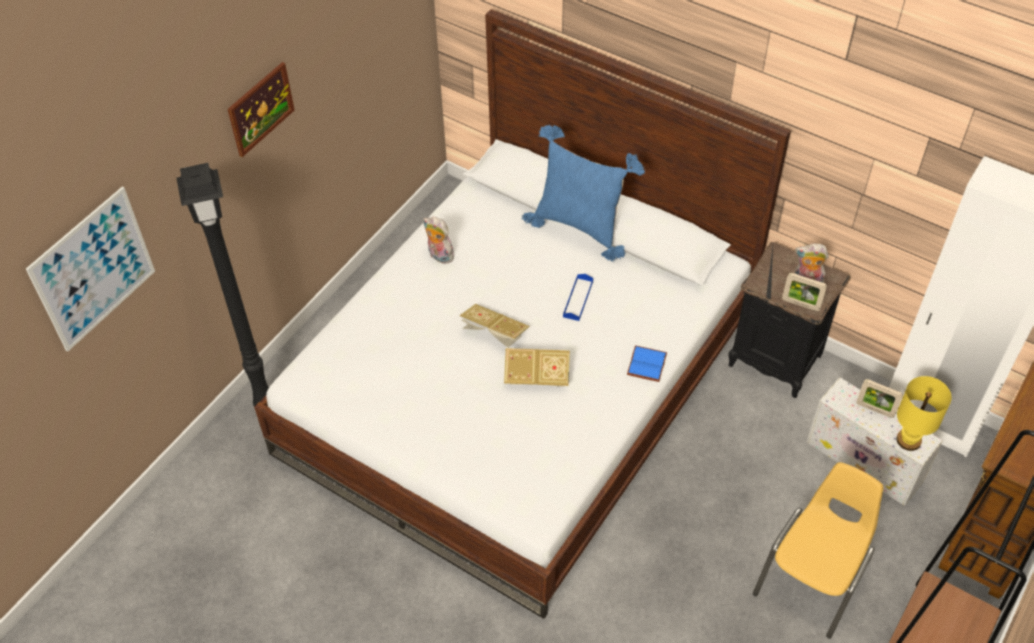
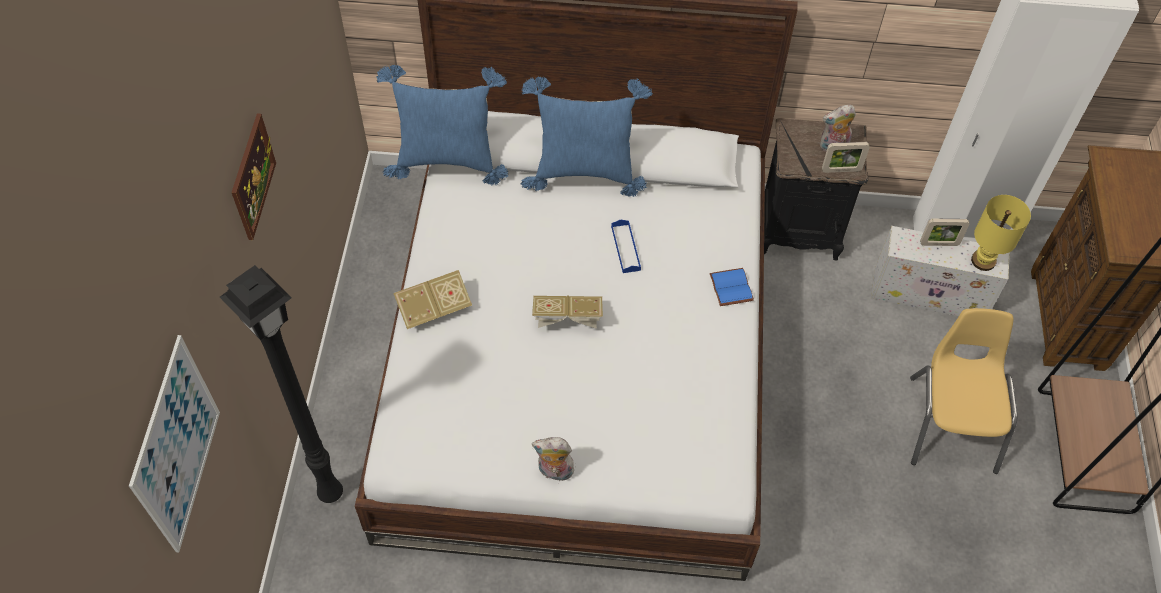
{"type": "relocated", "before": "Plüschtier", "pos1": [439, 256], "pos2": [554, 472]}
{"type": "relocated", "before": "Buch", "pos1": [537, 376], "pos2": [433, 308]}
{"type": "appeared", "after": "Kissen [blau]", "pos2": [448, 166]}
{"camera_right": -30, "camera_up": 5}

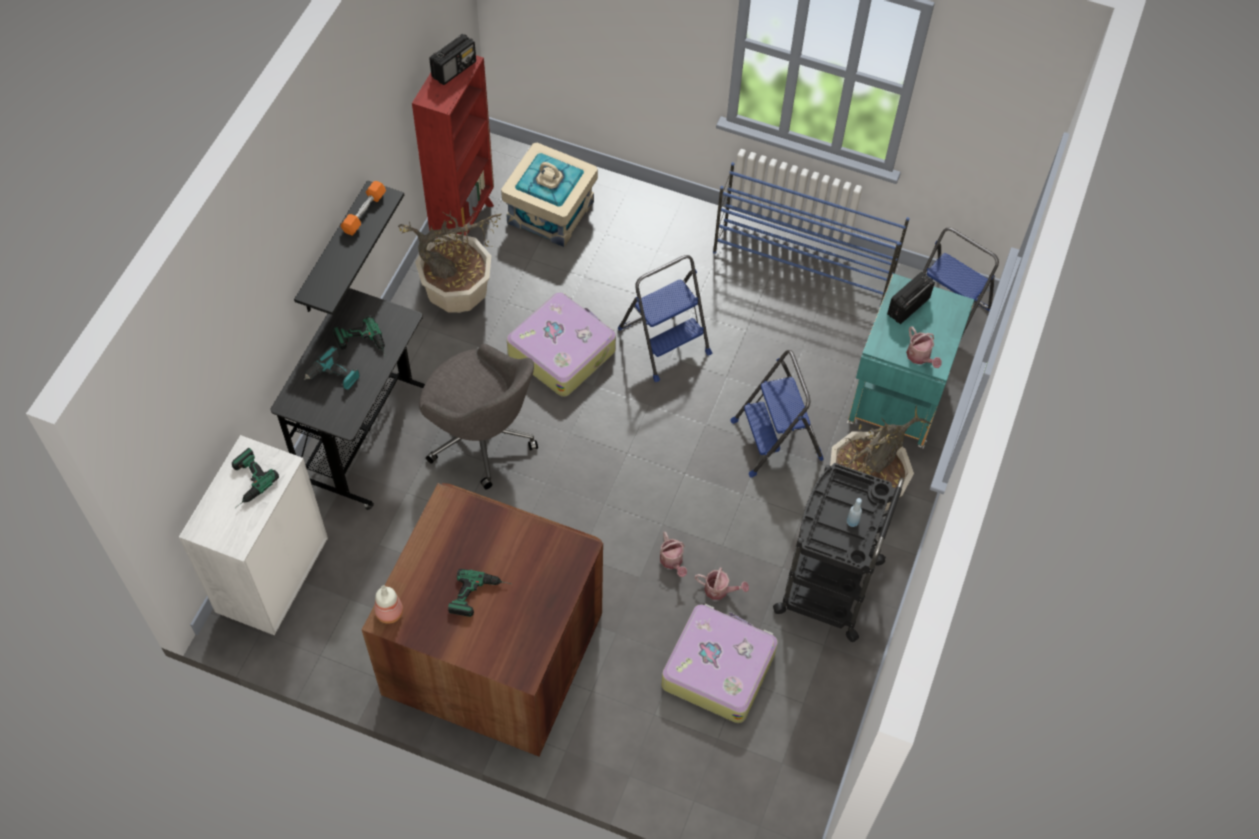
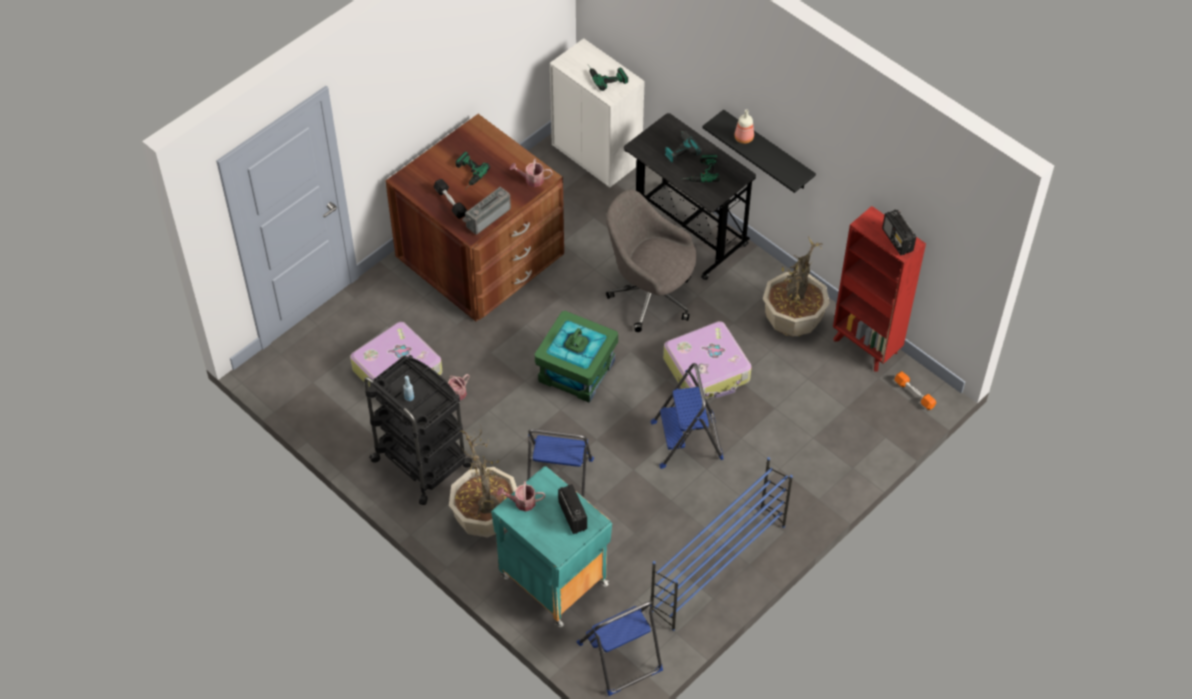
{"type": "relocated", "before": "Hantel [orange]", "pos1": [364, 213], "pos2": [914, 394]}
{"type": "relocated", "before": "Flasche", "pos1": [389, 613], "pos2": [743, 137]}
{"type": "spun", "before": "Bürostuhl [grau]", "pos1": [482, 440], "pos2": [650, 297], "turn": 60}
{"type": "missing", "before": "Aufbewahrungsbox [beige]", "pos1": [551, 212]}
{"type": "relocated", "before": "Gießkanne", "pos1": [672, 562], "pos2": [531, 180]}
{"type": "appeared", "after": "Hantel [schwarz]", "pos2": [450, 202]}
{"type": "appeared", "after": "Radio", "pos2": [486, 216]}
{"type": "appeared", "after": "Aufbewahrungsbox [grün]", "pos2": [576, 371]}
{"camera_right": 115, "camera_up": -5}

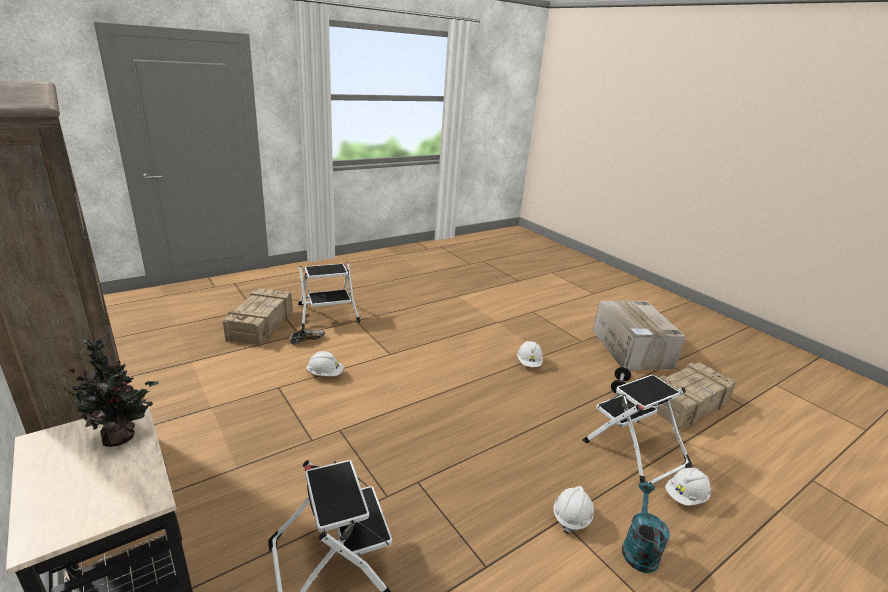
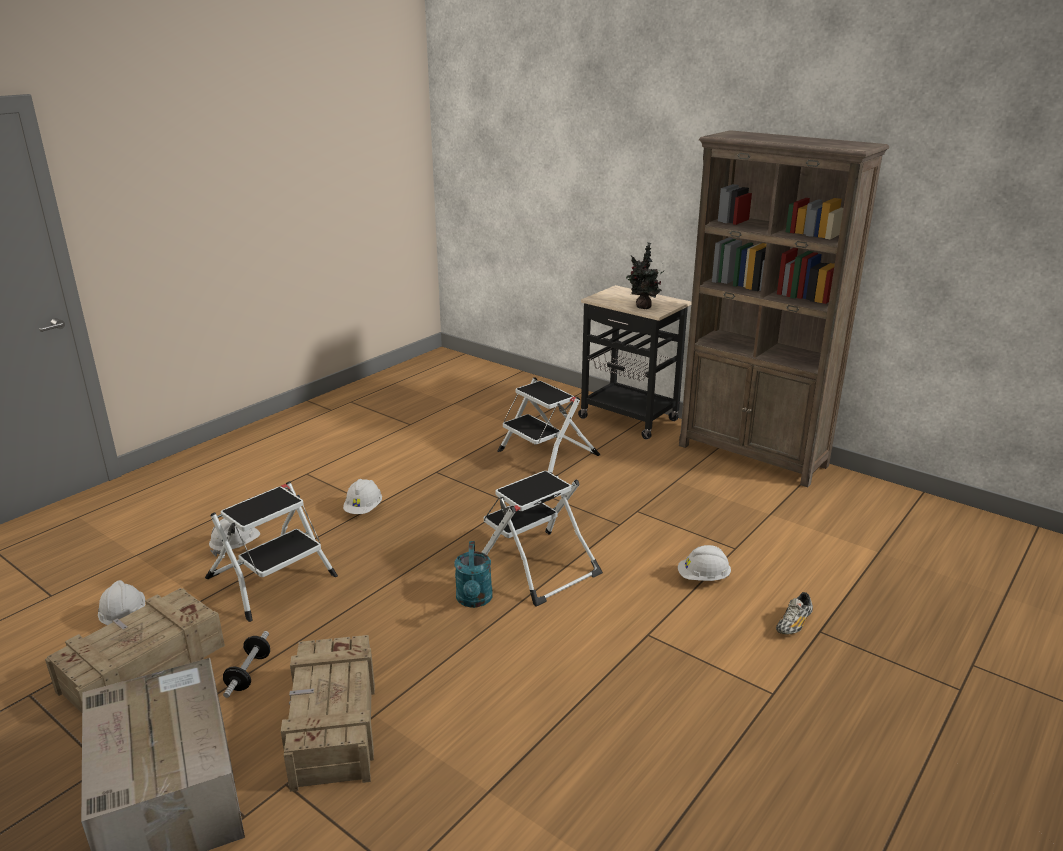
{"type": "relocated", "before": "Kiste", "pos1": [261, 325], "pos2": [333, 725]}
{"type": "relocated", "before": "Trittleiter", "pos1": [327, 313], "pos2": [538, 566]}
{"type": "relocated", "before": "Schutzhelm [weiß]", "pos1": [529, 363], "pos2": [124, 617]}
{"type": "relocated", "before": "Gießkanne [türkis]", "pos1": [639, 548], "pos2": [474, 600]}
{"camera_right": 165, "camera_up": 0}

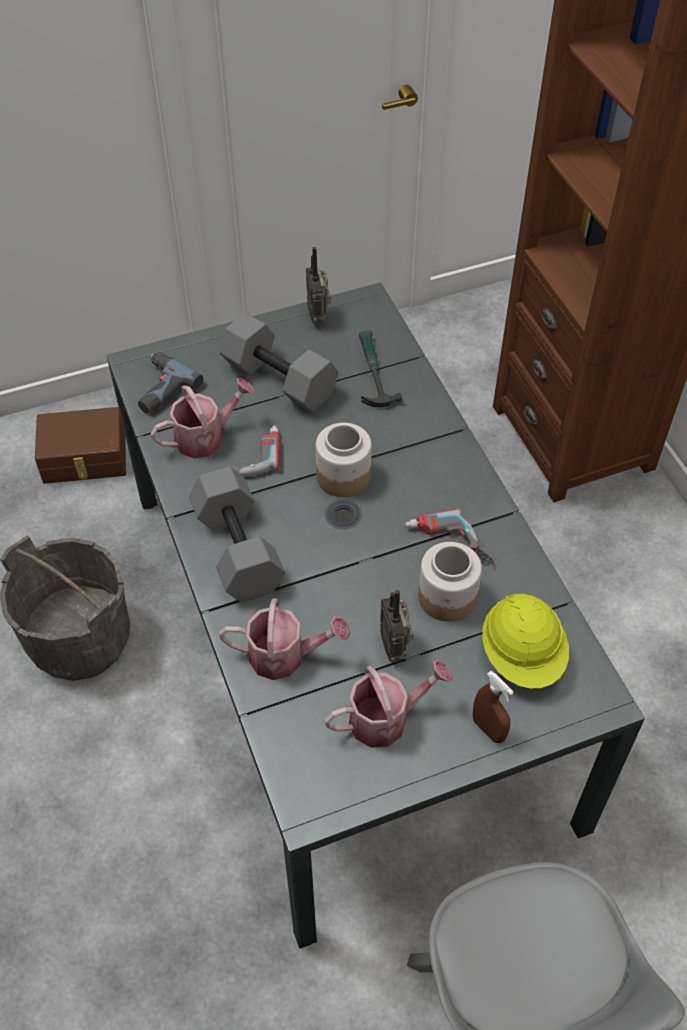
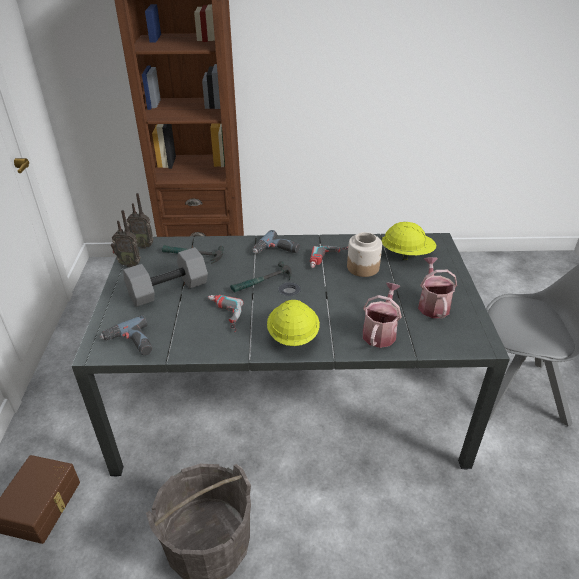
{"type": "missing", "before": "Gießkanne", "pos1": [206, 437]}
{"type": "exchanged", "before": "Hantel [grau]", "after": "Schutzhelm [gelb]", "pos1": [235, 549], "pos2": [292, 336]}
{"type": "exchanged", "before": "Vorratsglas", "after": "Hammer", "pos1": [342, 476], "pos2": [262, 282]}
{"type": "relocated", "before": "Radio", "pos1": [395, 647], "pos2": [143, 245]}
{"type": "missing", "before": "Sprühflasche [braun]", "pos1": [488, 729]}
{"type": "appeared", "after": "Bohrmaschine", "pos2": [276, 251]}
{"camera_right": -70, "camera_up": -15}

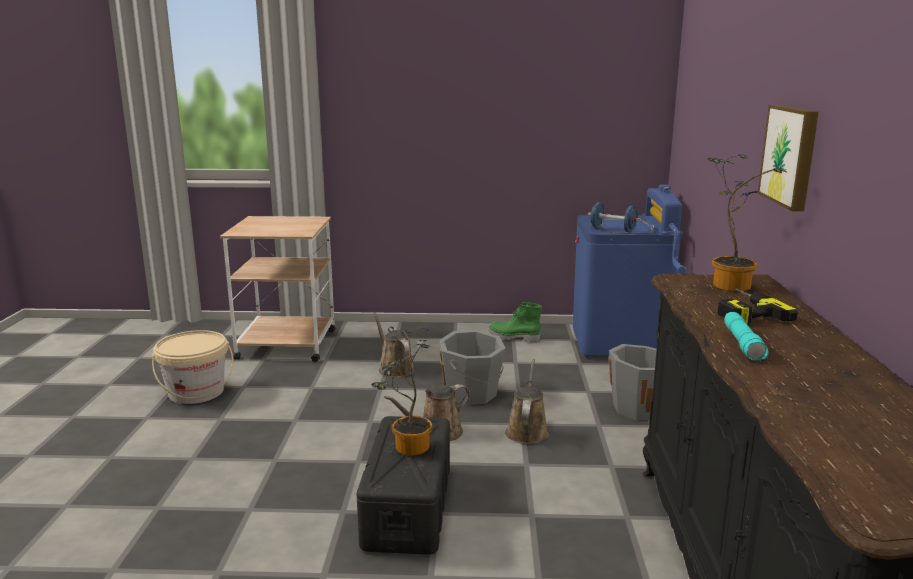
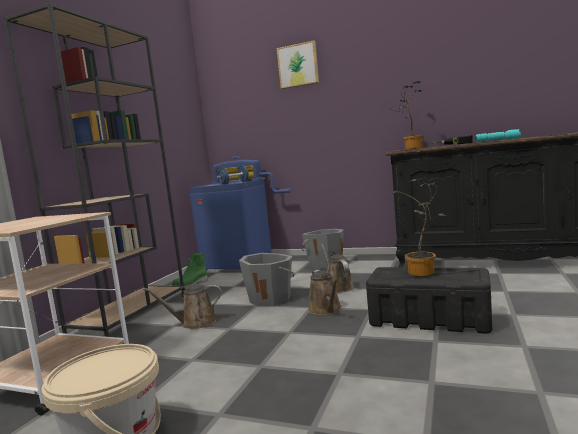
{"type": "spun", "before": "Gießkanne [braun]", "pos1": [527, 431], "pos2": [338, 287], "turn": 45}
{"type": "relocated", "before": "Bild", "pos1": [791, 155], "pos2": [298, 65]}
{"type": "appeared", "after": "Bücherregal", "pos2": [130, 314]}
{"camera_right": -70, "camera_up": -10}

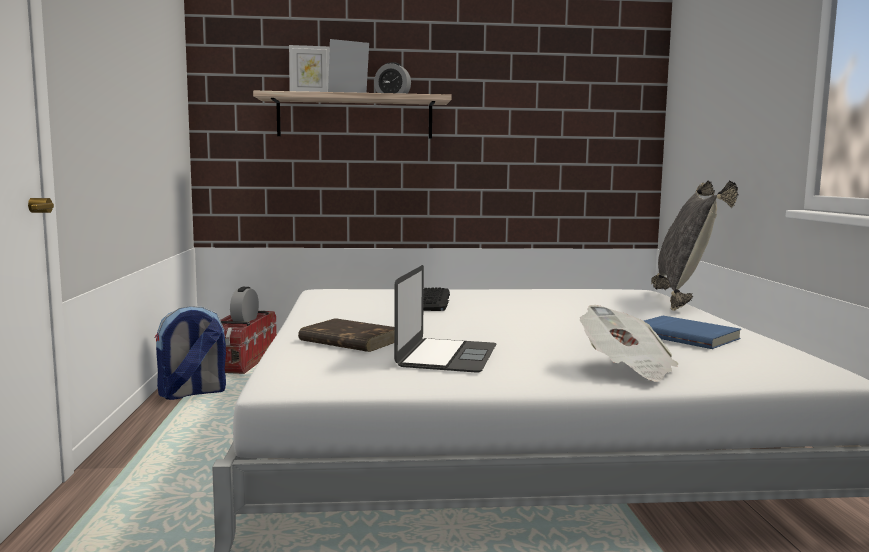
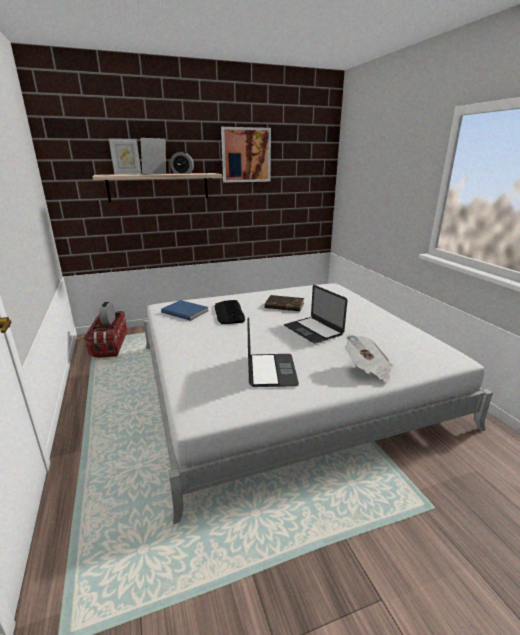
{"type": "missing", "before": "Rucksack", "pos1": [192, 393]}
{"type": "relocated", "before": "Buch [braun]", "pos1": [349, 341], "pos2": [284, 305]}
{"type": "relocated", "before": "Buch [blau]", "pos1": [686, 335], "pos2": [185, 311]}
{"type": "missing", "before": "Kissen", "pos1": [687, 302]}
{"type": "appeared", "after": "Bild", "pos2": [246, 155]}
{"type": "appeared", "after": "Laptop", "pos2": [313, 330]}
{"camera_right": -15, "camera_up": 15}

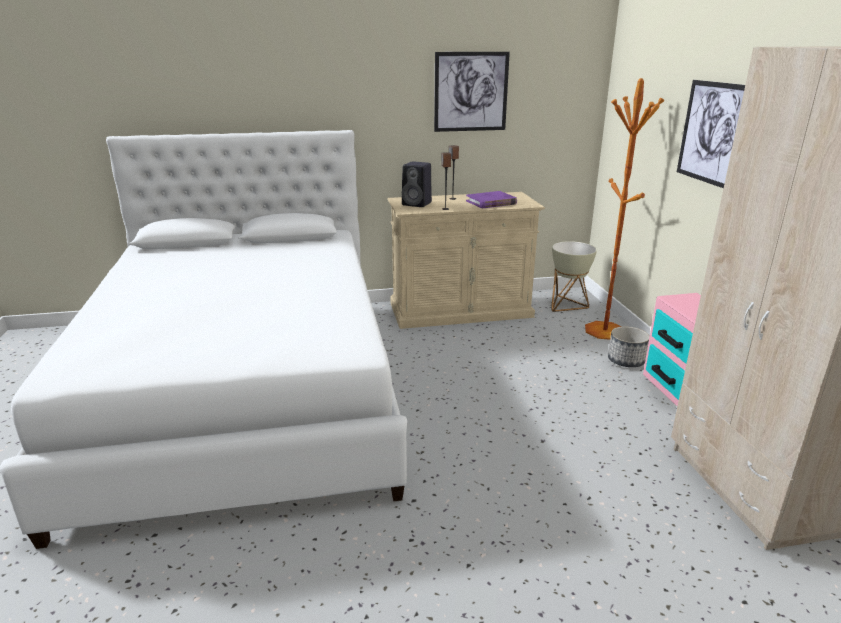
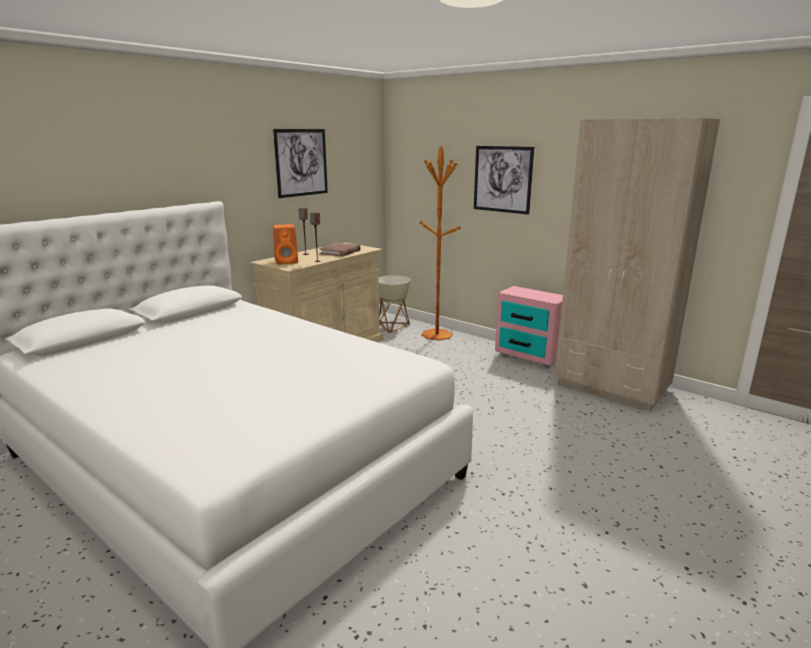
{"type": "colour", "before": "Lautsprecher [schwarz]", "after": "Lautsprecher [orange]", "pos1": [417, 204], "pos2": [287, 262]}
{"type": "colour", "before": "Buch [lila]", "after": "Buch [braun]", "pos1": [491, 202], "pos2": [340, 252]}
{"type": "missing", "before": "Pflanzkübel", "pos1": [626, 360]}
{"camera_right": -40, "camera_up": -5}

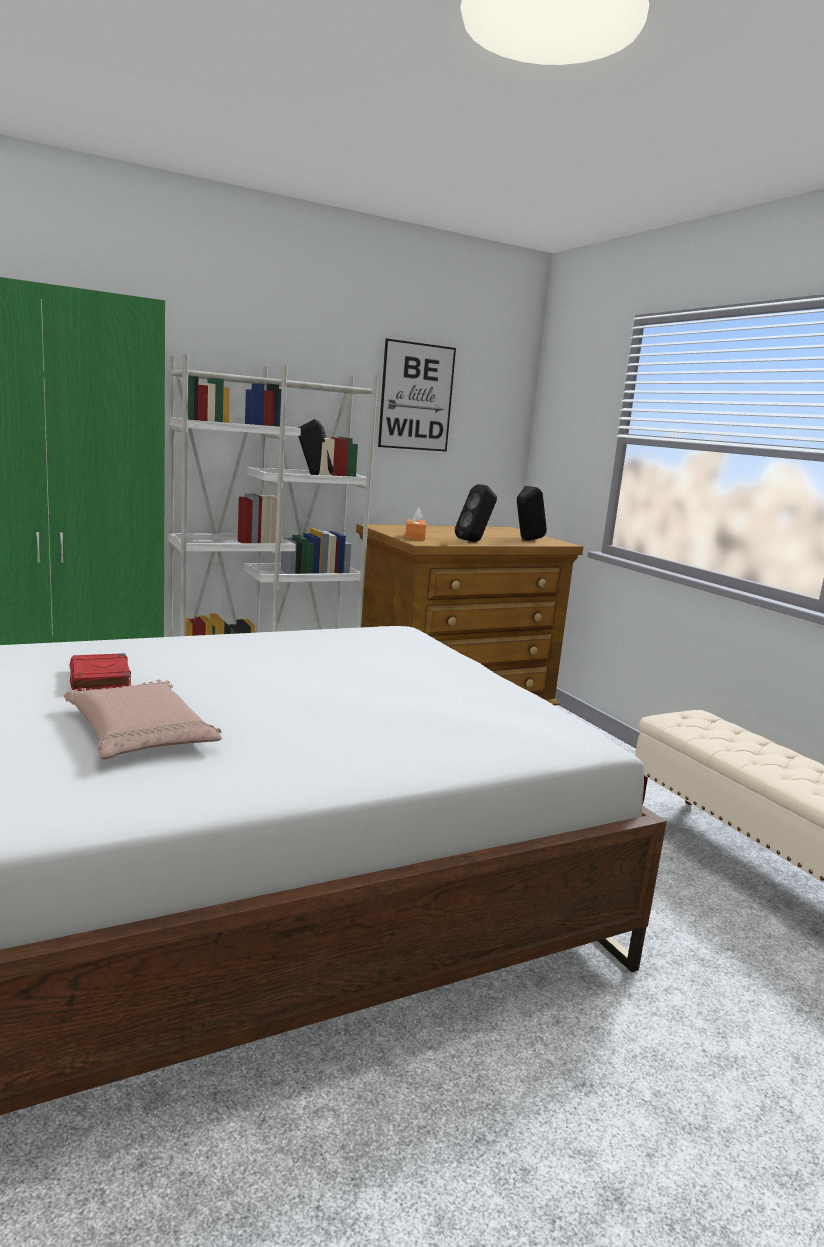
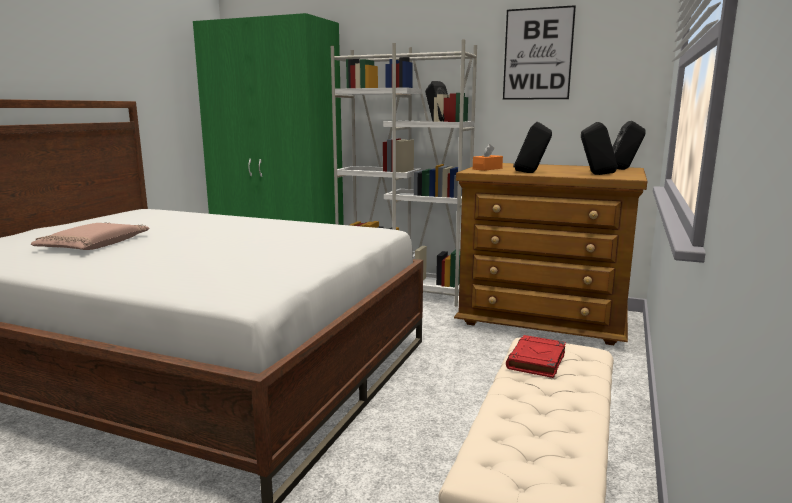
{"type": "relocated", "before": "Buch [rot]", "pos1": [100, 678], "pos2": [536, 361]}
{"type": "appeared", "after": "Lautsprecher [schwarz]", "pos2": [623, 169]}
{"camera_right": 50, "camera_up": 0}

